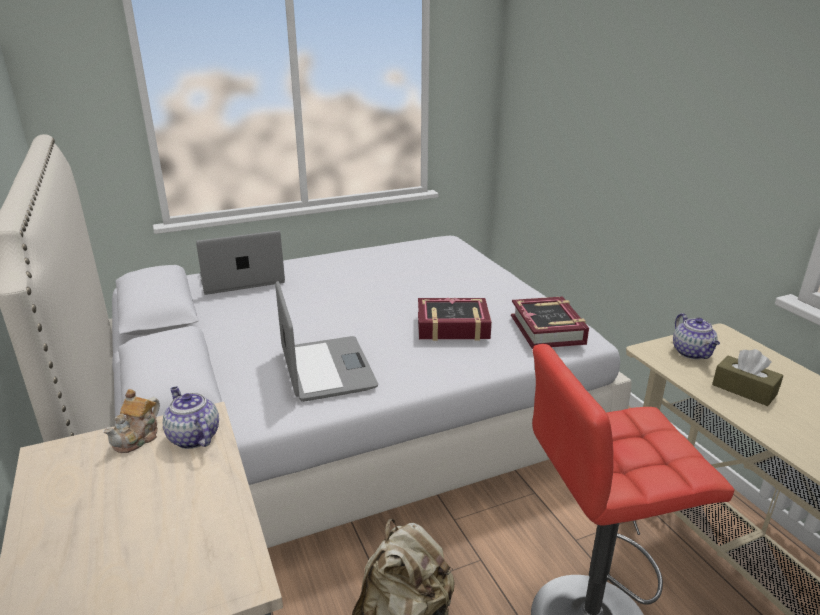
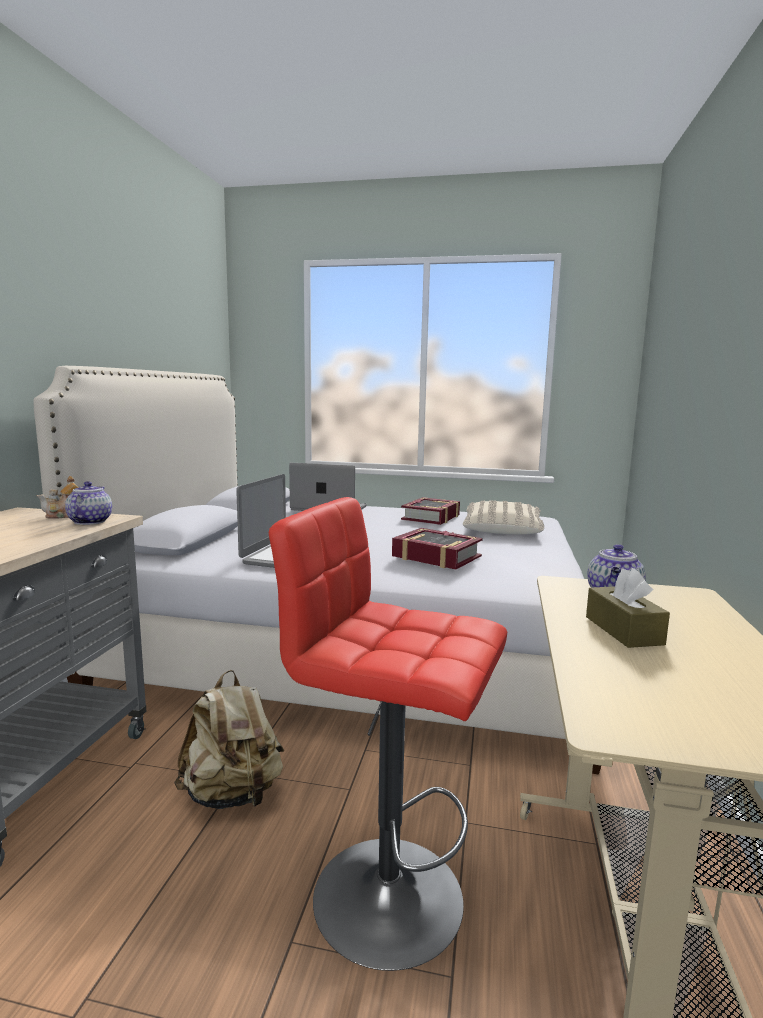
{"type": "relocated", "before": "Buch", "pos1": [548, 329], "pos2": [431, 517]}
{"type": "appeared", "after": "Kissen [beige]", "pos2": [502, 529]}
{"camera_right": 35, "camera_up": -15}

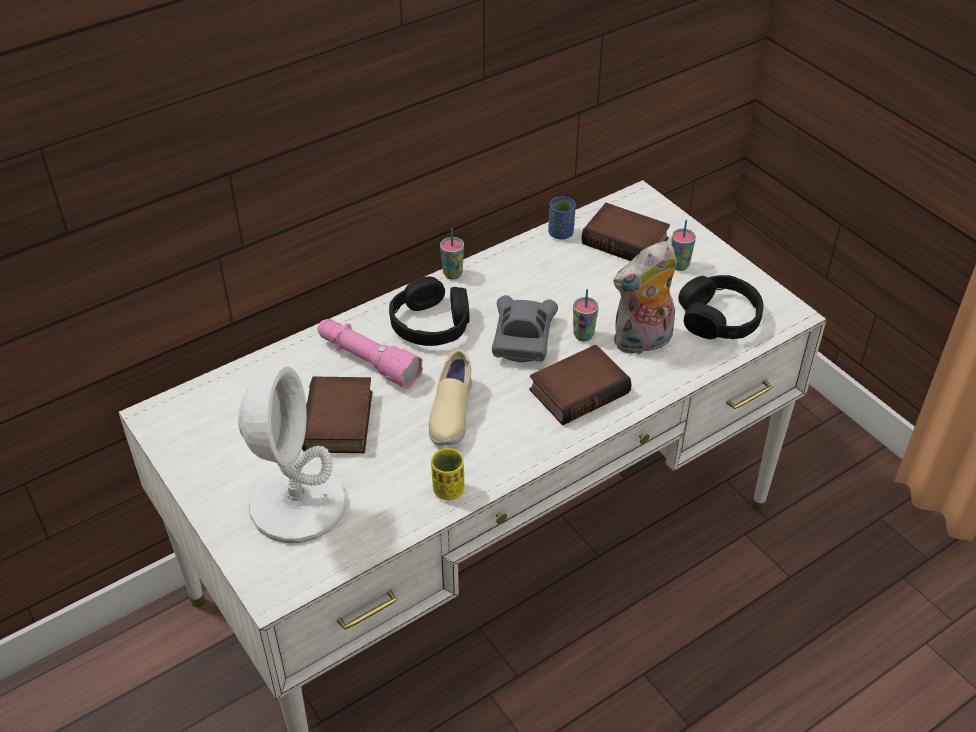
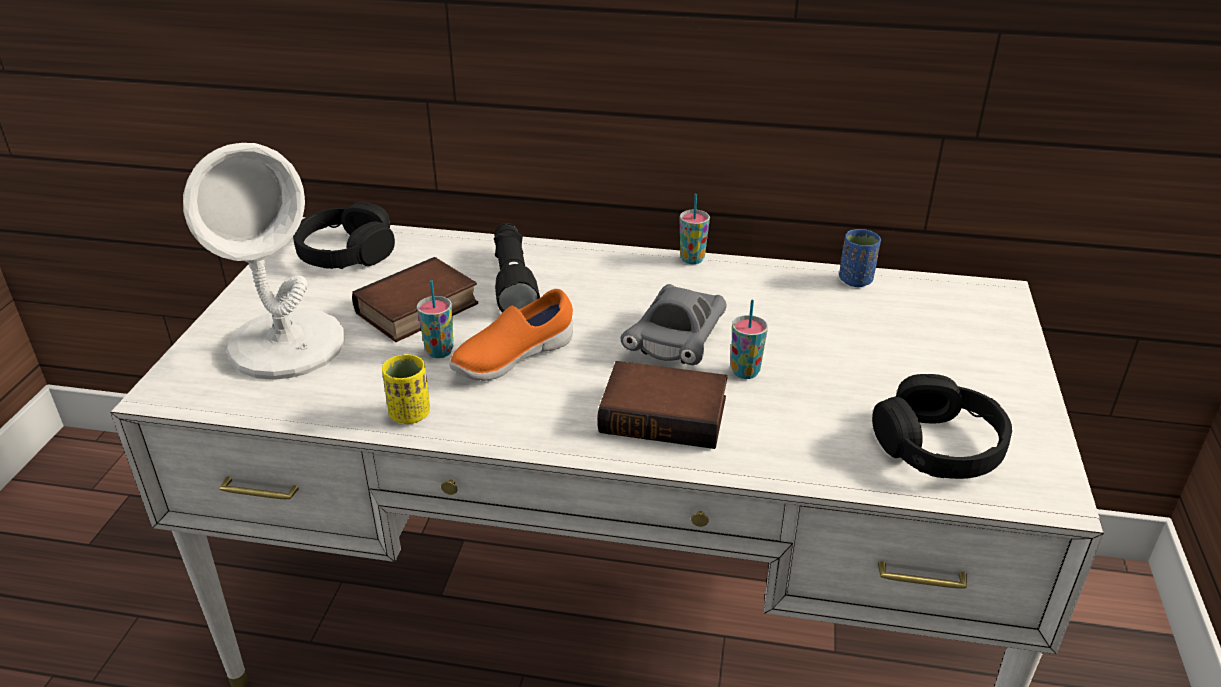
{"type": "colour", "before": "Taschenlampe [rosa]", "after": "Taschenlampe [schwarz]", "pos1": [367, 361], "pos2": [513, 281]}
{"type": "relocated", "before": "Kopfhörer [schwarz]", "pos1": [431, 324], "pos2": [346, 252]}
{"type": "colour", "before": "Schuh [beige]", "after": "Schuh [orange]", "pos1": [450, 414], "pos2": [512, 359]}
{"type": "spun", "before": "Spielzeugauto [grau]", "pos1": [522, 340], "pos2": [676, 341], "turn": 150}
{"type": "missing", "before": "Buch", "pos1": [627, 240]}
{"type": "missing", "before": "Plüschtier", "pos1": [642, 342]}
{"type": "relocated", "before": "Tasse", "pos1": [679, 265], "pos2": [439, 351]}
{"camera_right": 45, "camera_up": -10}

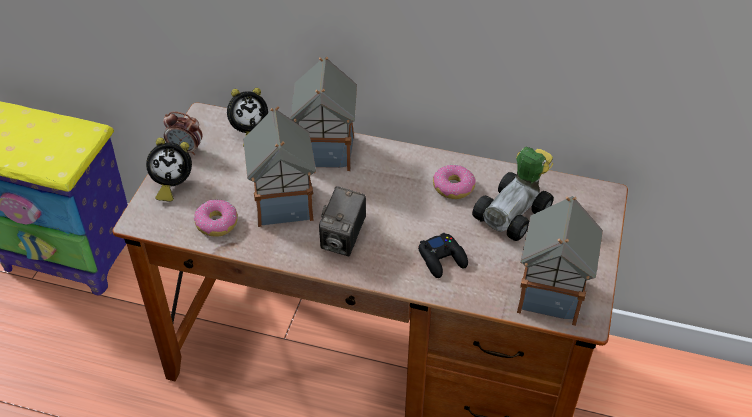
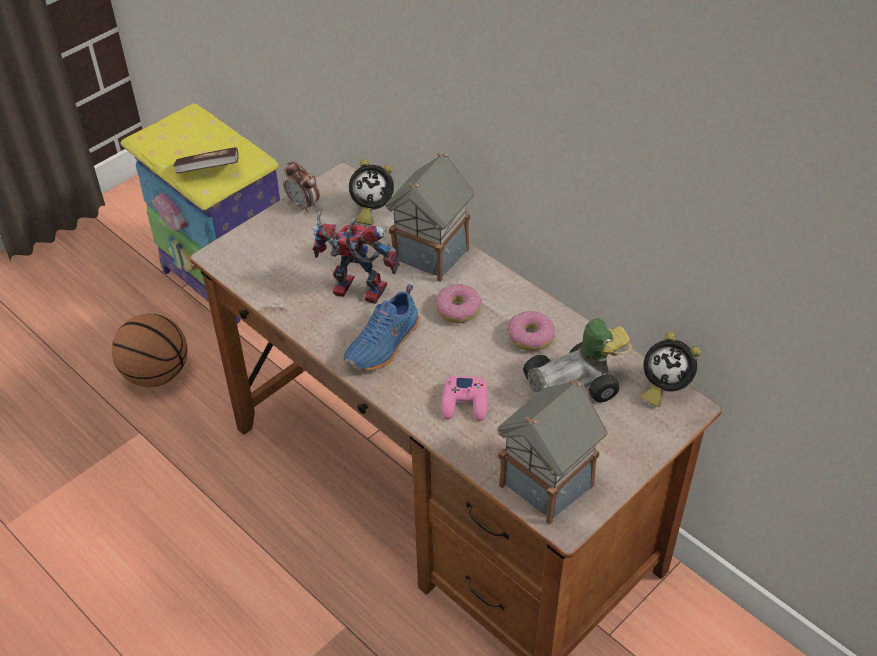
{"type": "relocated", "before": "Wecker", "pos1": [172, 185], "pos2": [663, 387]}
{"type": "relocated", "before": "Donut", "pos1": [216, 223], "pos2": [457, 309]}
{"type": "exchanged", "before": "Spielzeughaus", "after": "Spielzeugroboter", "pos1": [284, 205], "pos2": [353, 291]}
{"type": "exchanged", "before": "Kamera", "after": "Schuh [blau]", "pos1": [343, 239], "pos2": [384, 345]}
{"type": "colour", "before": "Gamepad [schwarz]", "after": "Gamepad [rosa]", "pos1": [442, 259], "pos2": [465, 403]}
{"type": "appeared", "after": "Basketball", "pos2": [156, 374]}
{"type": "appeared", "after": "Buch", "pos2": [209, 171]}
{"camera_right": 30, "camera_up": 0}

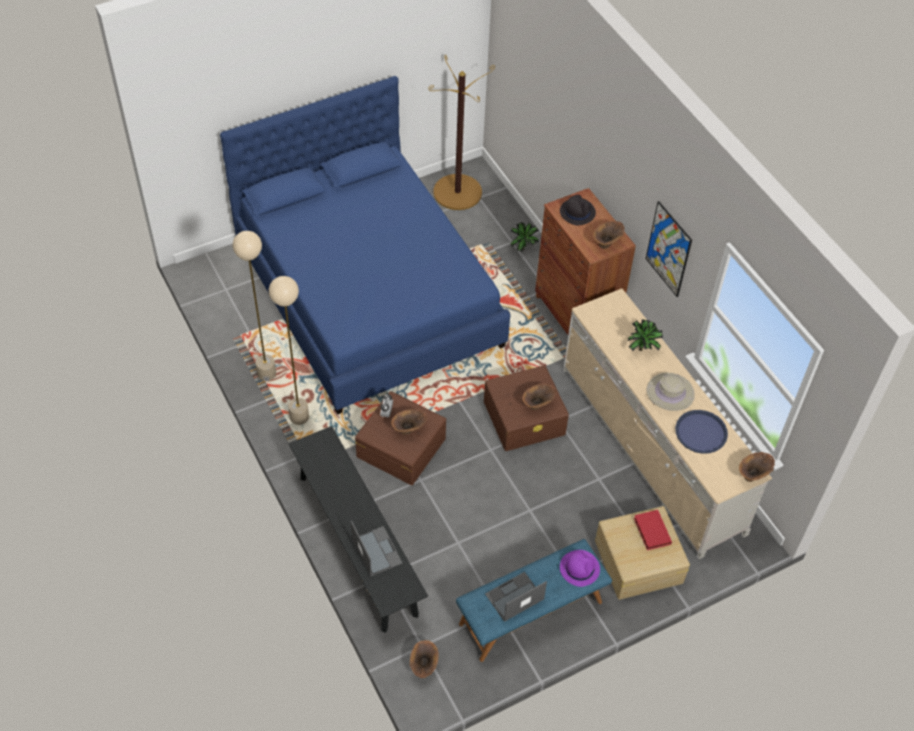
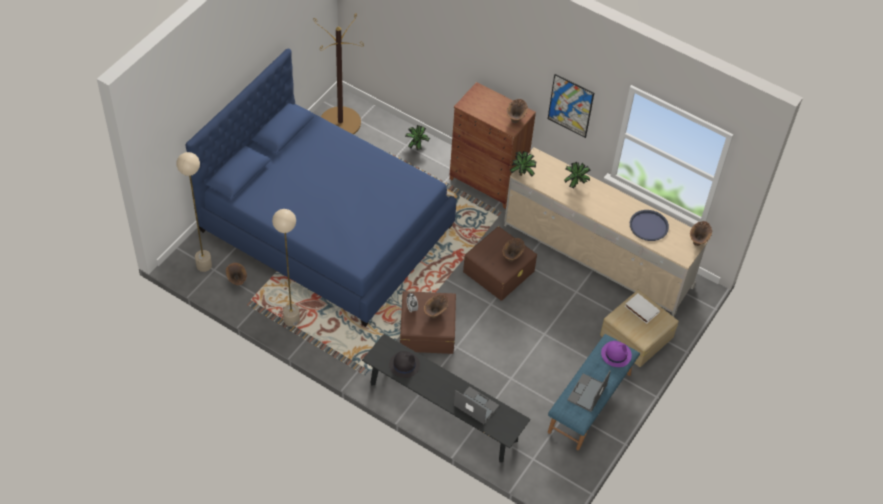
{"type": "relocated", "before": "Stehlampe [beige]", "pos1": [299, 417], "pos2": [204, 265]}
{"type": "relocated", "before": "Vase [braun]", "pos1": [423, 666], "pos2": [237, 281]}
{"type": "relocated", "before": "Hut [schwarz]", "pos1": [577, 212], "pos2": [404, 364]}
{"type": "colour", "before": "Buch [rot]", "after": "Buch [weiß]", "pos1": [651, 531], "pos2": [641, 310]}
{"type": "missing", "before": "Hut [beige]", "pos1": [670, 393]}
{"type": "appeared", "after": "Topfpflanze", "pos2": [522, 174]}
{"camera_right": -30, "camera_up": 0}

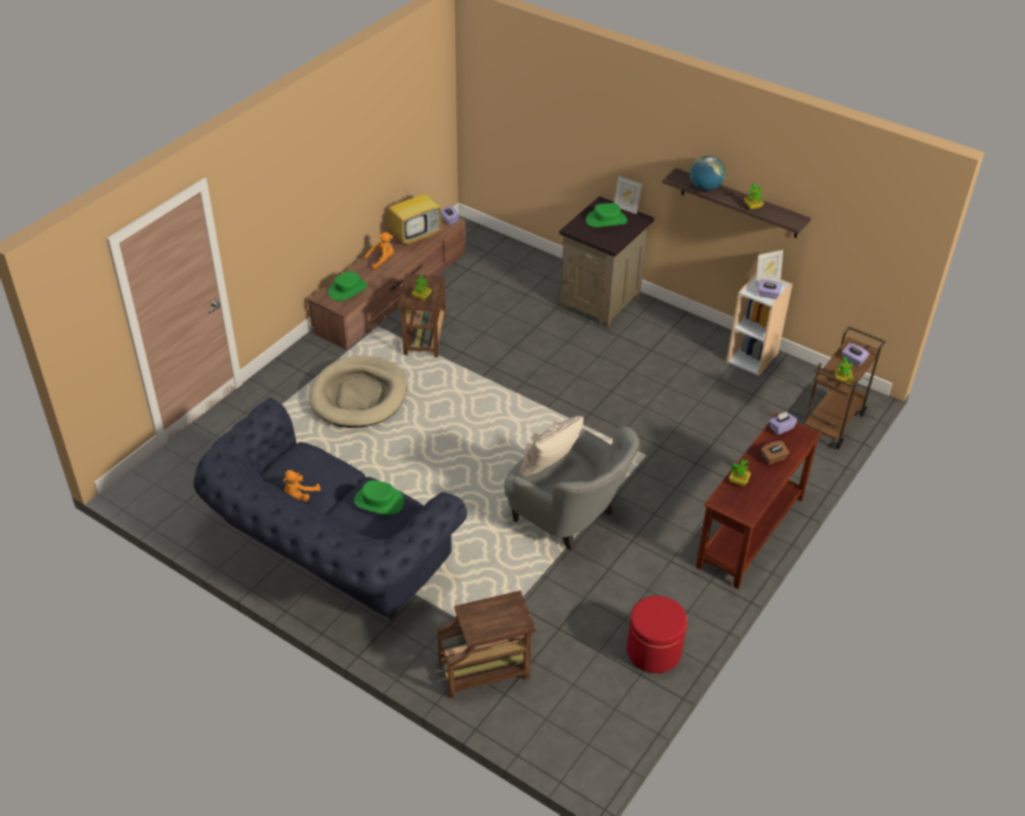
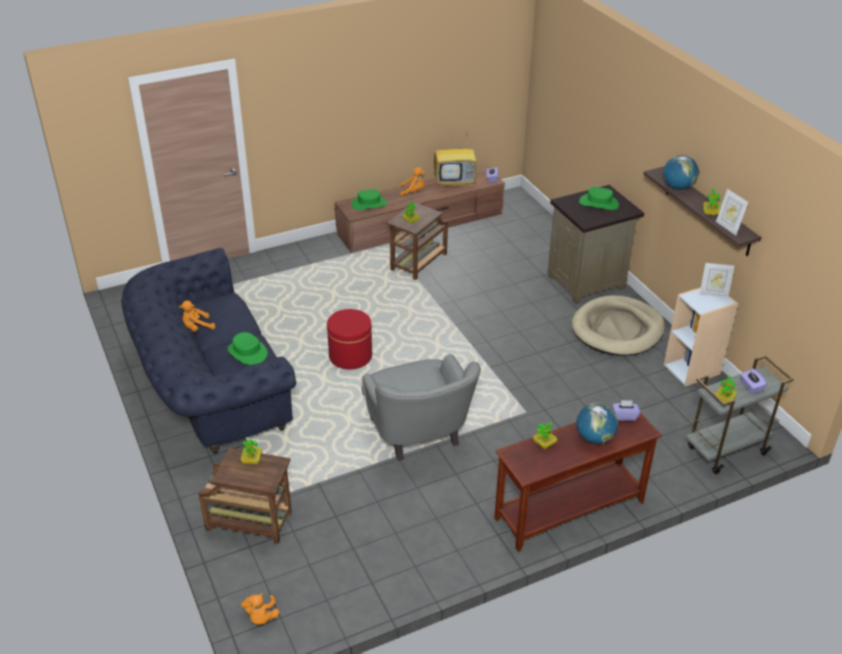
{"type": "relocated", "before": "Hundebett [beige]", "pos1": [359, 395], "pos2": [617, 329]}
{"type": "missing", "before": "Kissen [beige]", "pos1": [549, 466]}
{"type": "relocated", "before": "Bilderrahmen", "pos1": [626, 208], "pos2": [728, 227]}
{"type": "relocated", "before": "Polsterhocker [rot]", "pos1": [653, 651], "pos2": [350, 356]}
{"type": "missing", "before": "Taschentuchbox [lila]", "pos1": [768, 295]}
{"type": "exchanged", "before": "Taschentuchbox [braun]", "after": "Globus", "pos1": [773, 458], "pos2": [594, 438]}
{"type": "colour", "before": "Rollwagen [braun]", "after": "Rollwagen [grau]", "pos1": [831, 426], "pos2": [724, 452]}
{"type": "appeared", "after": "Topfpflanze", "pos2": [252, 460]}
{"type": "appeared", "after": "Plüschtier [orange]", "pos2": [261, 617]}
{"camera_right": 30, "camera_up": -5}

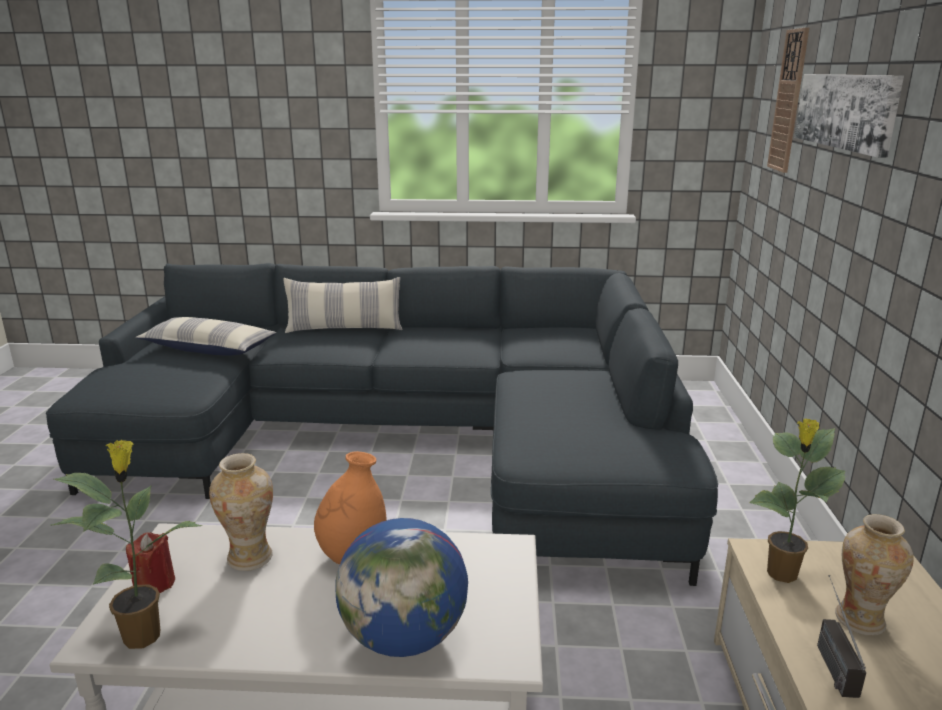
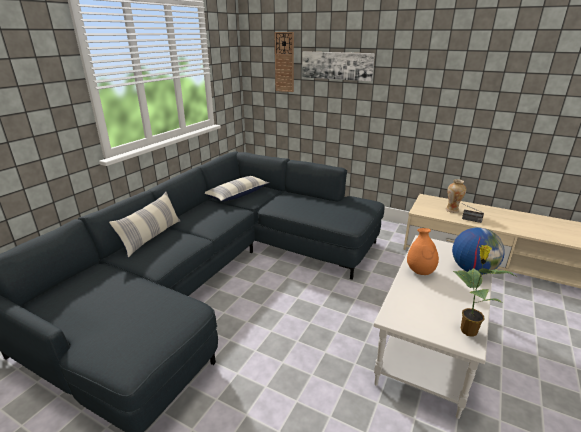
{"type": "missing", "before": "Kerze [rot]", "pos1": [154, 583]}
{"type": "relocated", "before": "Kissen", "pos1": [209, 348], "pos2": [237, 194]}
{"type": "missing", "before": "Vase", "pos1": [250, 558]}
{"type": "missing", "before": "Topfpflanze", "pos1": [781, 575]}
{"camera_right": -65, "camera_up": 5}

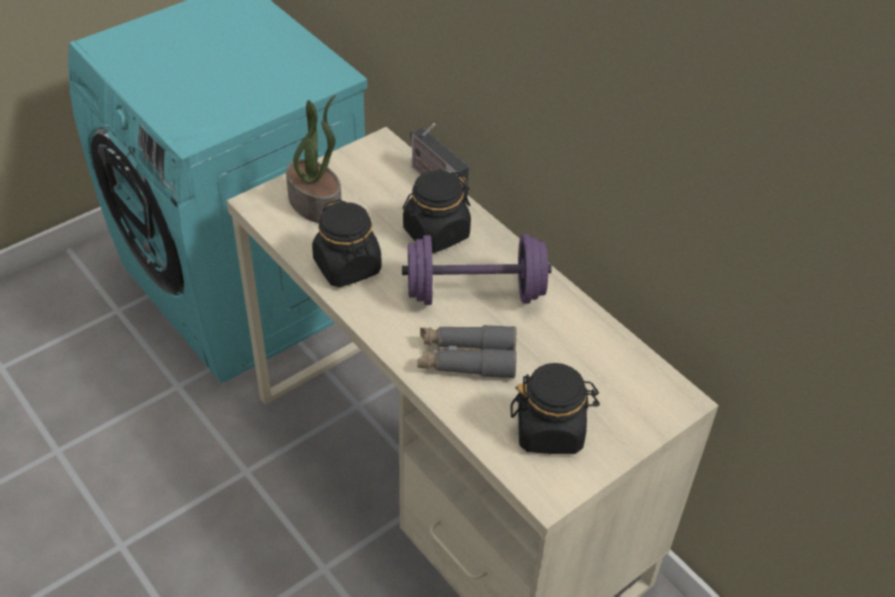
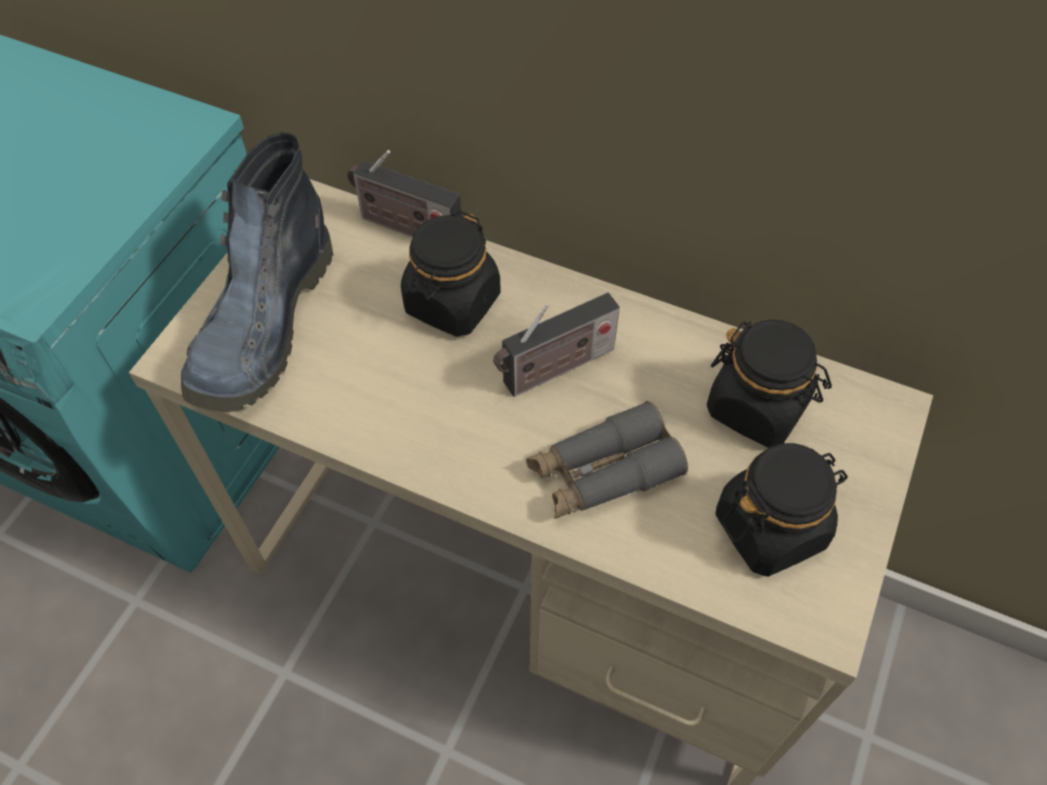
{"type": "exchanged", "before": "Topfpflanze", "after": "Stiefel", "pos1": [316, 204], "pos2": [264, 325]}
{"type": "relocated", "before": "Vorratsglas [schwarz]", "pos1": [347, 267], "pos2": [757, 407]}
{"type": "exchanged", "before": "Hantel [lila]", "after": "Radio", "pos1": [475, 293], "pos2": [554, 369]}
{"camera_right": -25, "camera_up": 10}

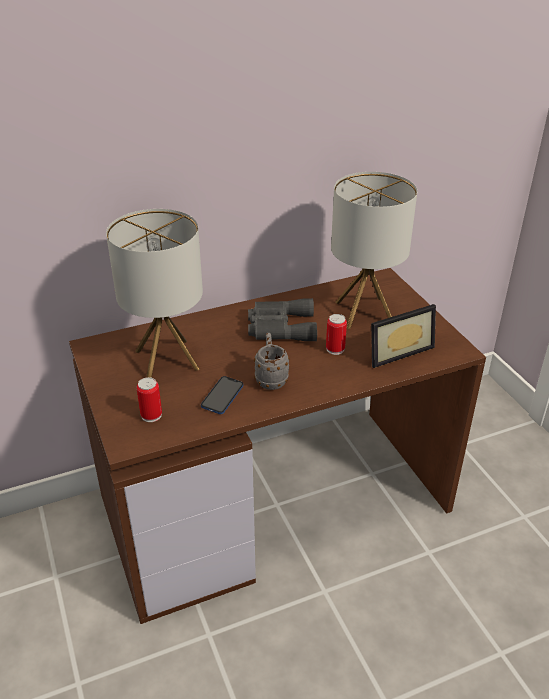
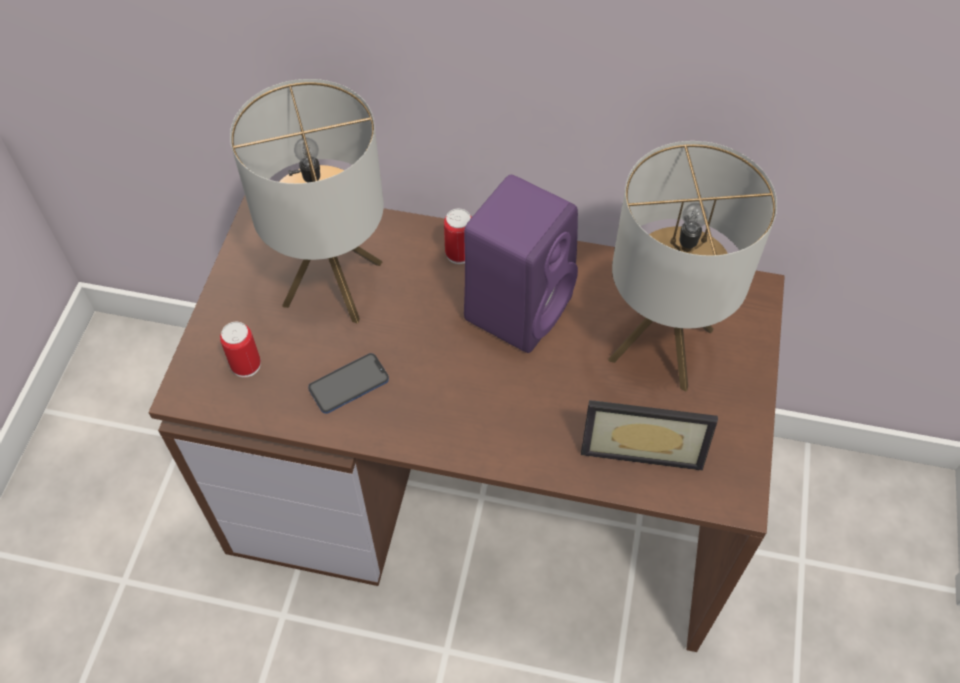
{"type": "exchanged", "before": "Fernglas [grau]", "after": "Lautsprecher [lila]", "pos1": [279, 327], "pos2": [519, 305]}
{"type": "missing", "before": "Henkelbecher [grau]", "pos1": [270, 378]}
{"type": "relocated", "before": "Dose", "pos1": [335, 349], "pos2": [459, 253]}
{"camera_right": 35, "camera_up": 20}

